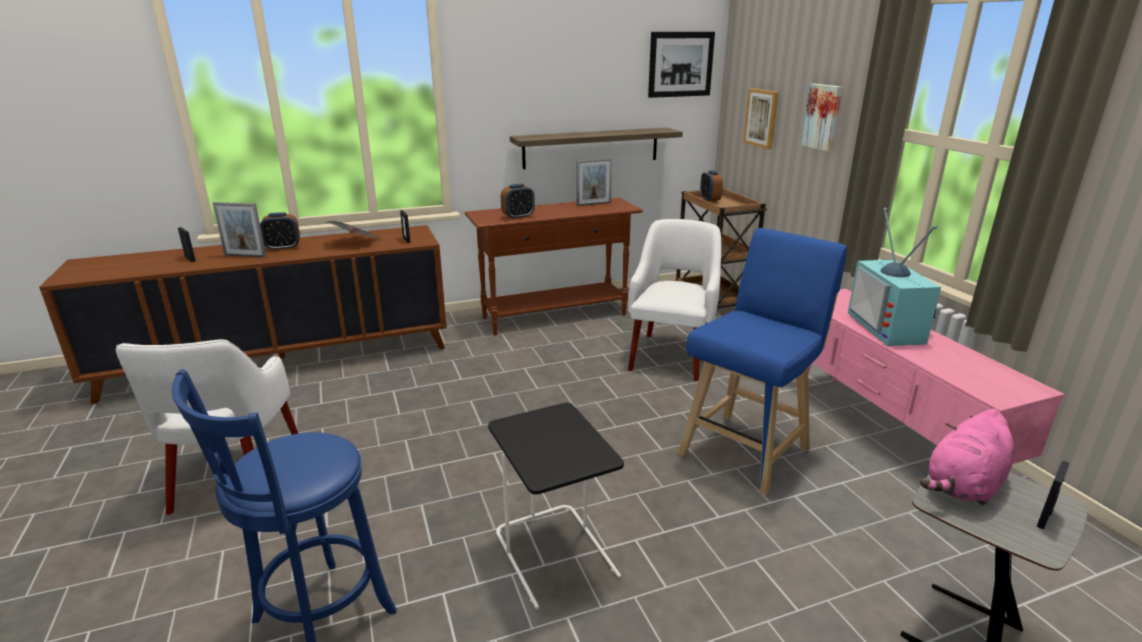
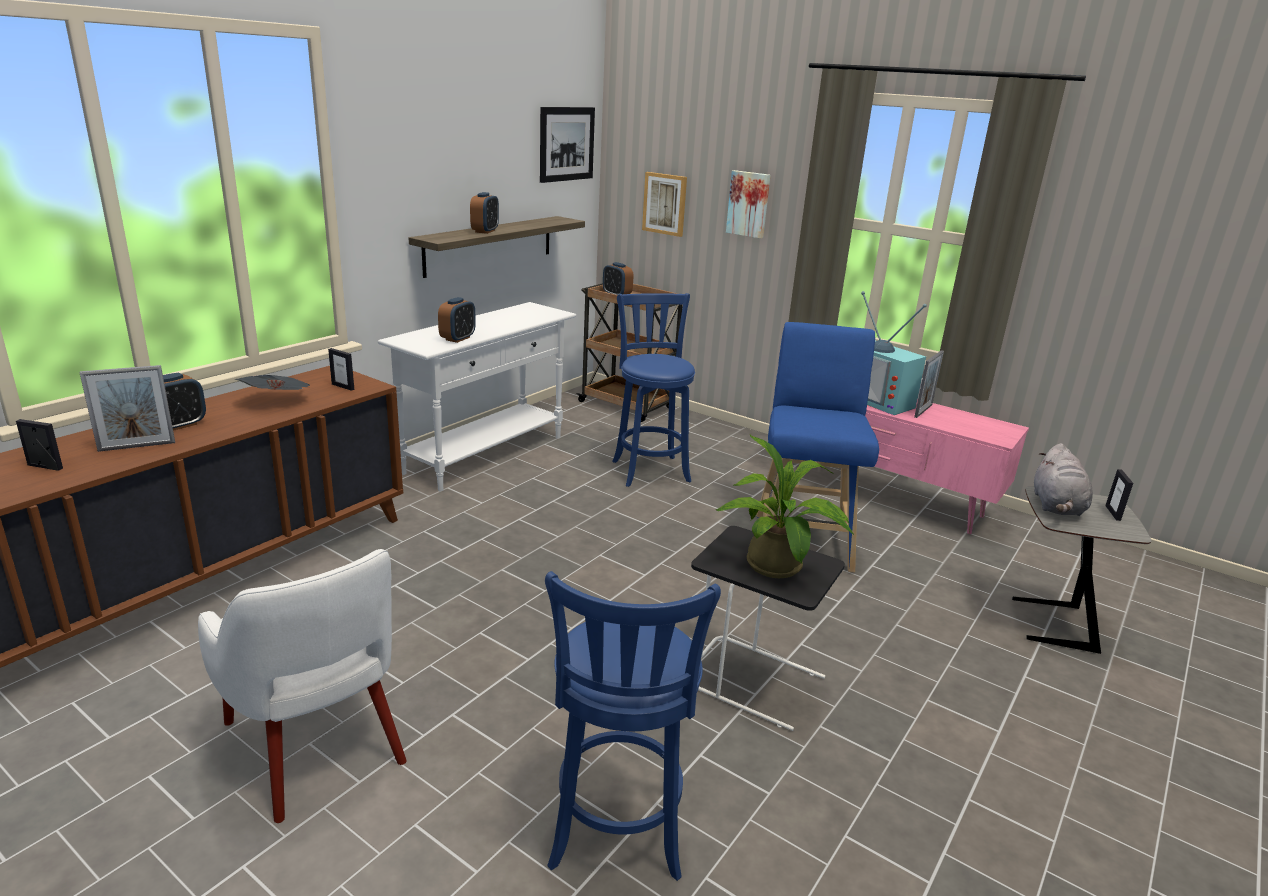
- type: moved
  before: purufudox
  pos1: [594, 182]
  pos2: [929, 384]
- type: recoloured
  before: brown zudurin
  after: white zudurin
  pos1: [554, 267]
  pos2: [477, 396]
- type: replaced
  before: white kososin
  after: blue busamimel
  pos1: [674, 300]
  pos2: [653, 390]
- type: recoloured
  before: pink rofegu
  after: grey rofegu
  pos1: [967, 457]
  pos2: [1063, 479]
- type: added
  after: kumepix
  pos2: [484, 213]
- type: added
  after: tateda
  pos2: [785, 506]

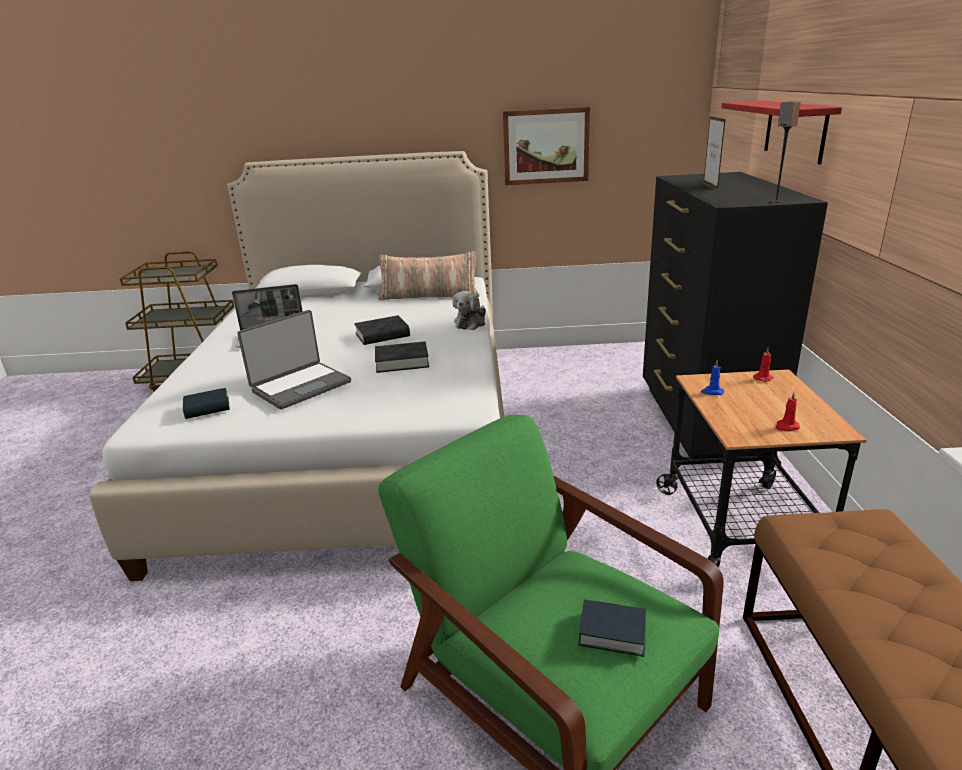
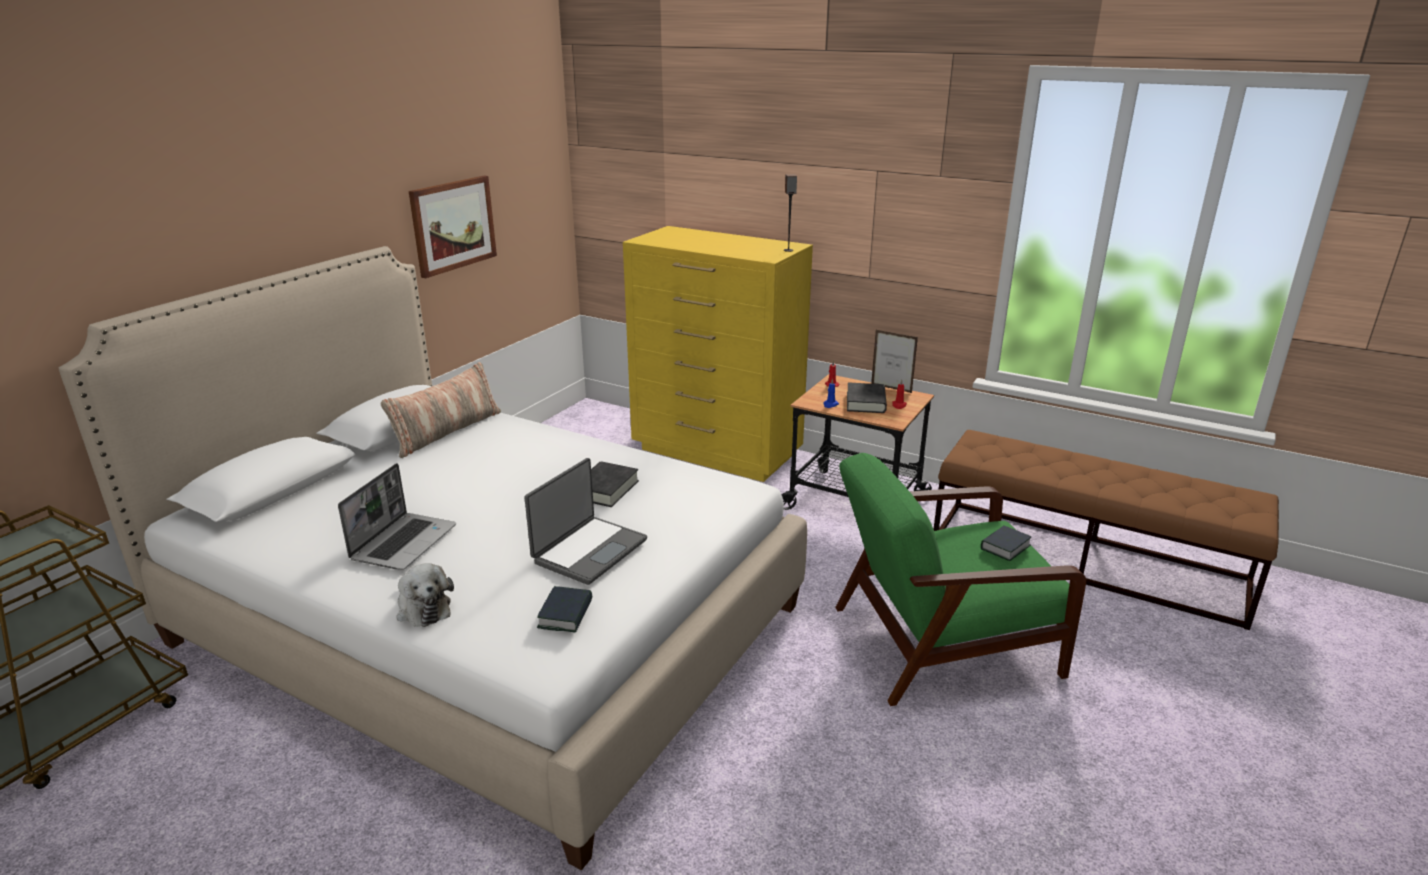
- type: removed
  before: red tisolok
  pos1: [781, 133]
- type: moved
  before: purufudox
  pos1: [714, 152]
  pos2: [894, 361]
- type: recoloured
  before: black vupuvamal
  after: yellow vupuvamal
  pos1: [735, 315]
  pos2: [718, 354]
- type: moved
  before: rofegu
  pos1: [469, 310]
  pos2: [425, 595]
- type: turned
  before: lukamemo
  pos1: [294, 360]
  pos2: [585, 521]
  turn: 45
- type: moved
  before: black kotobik
  pos1: [382, 330]
  pos2: [867, 397]

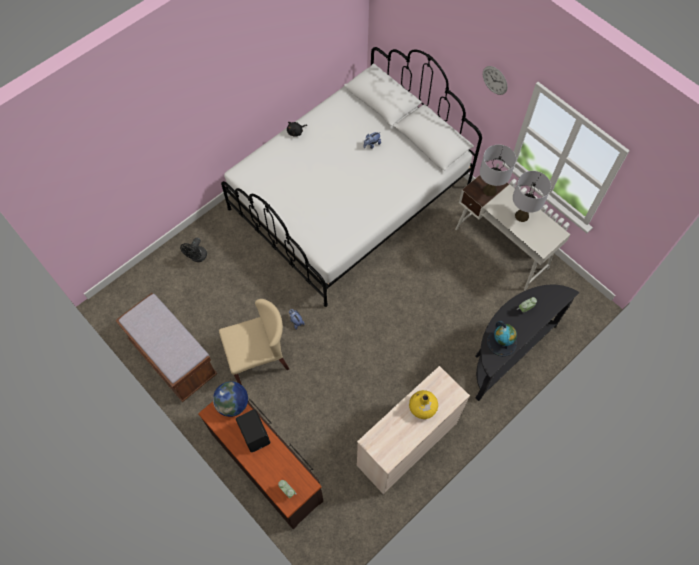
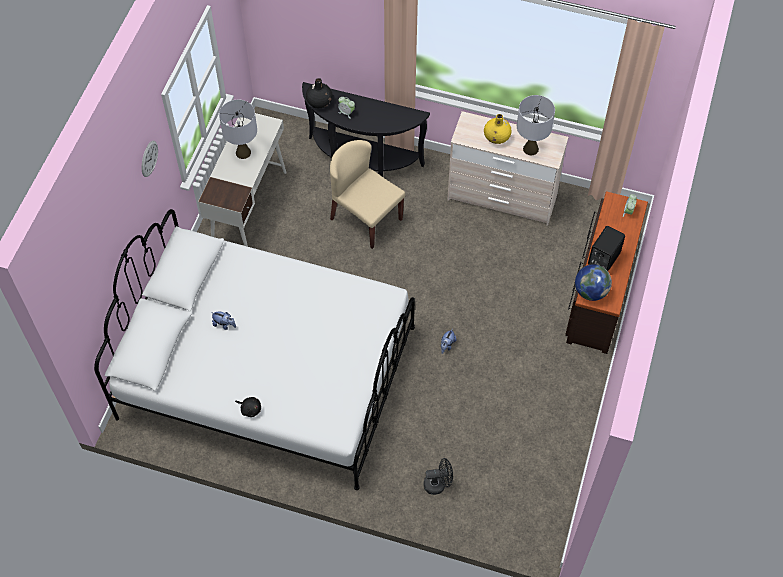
- type: moved
  before: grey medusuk
  pos1: [498, 170]
  pos2: [536, 125]
- type: removed
  before: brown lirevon
  pos1: [166, 347]
- type: moved
  before: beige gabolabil
  pos1: [254, 342]
  pos2: [367, 194]
- type: removed
  before: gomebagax
  pos1: [502, 339]
- type: added
  after: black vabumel
  pos2: [319, 93]

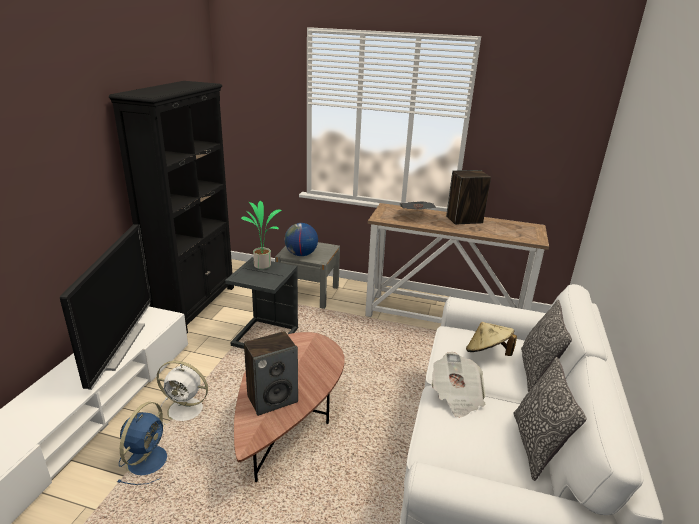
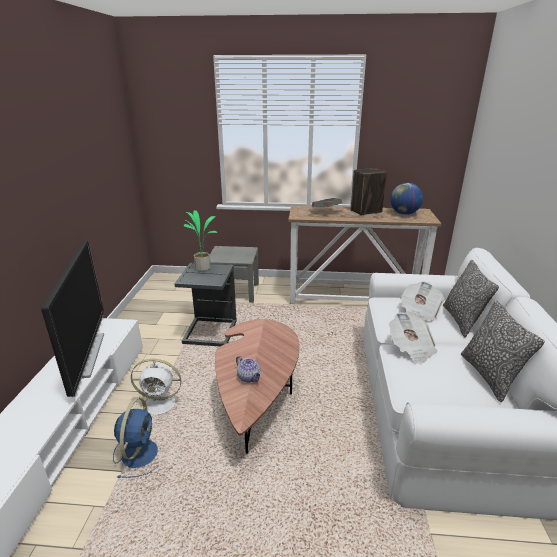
- type: removed
  before: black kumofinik
  pos1: [171, 207]
- type: moved
  before: gomebagax
  pos1: [301, 239]
  pos2: [406, 199]
- type: replaced
  before: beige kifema
  after: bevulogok
  pos1: [491, 339]
  pos2: [422, 301]
- type: replaced
  before: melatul
  after: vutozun
  pos1: [271, 373]
  pos2: [249, 369]

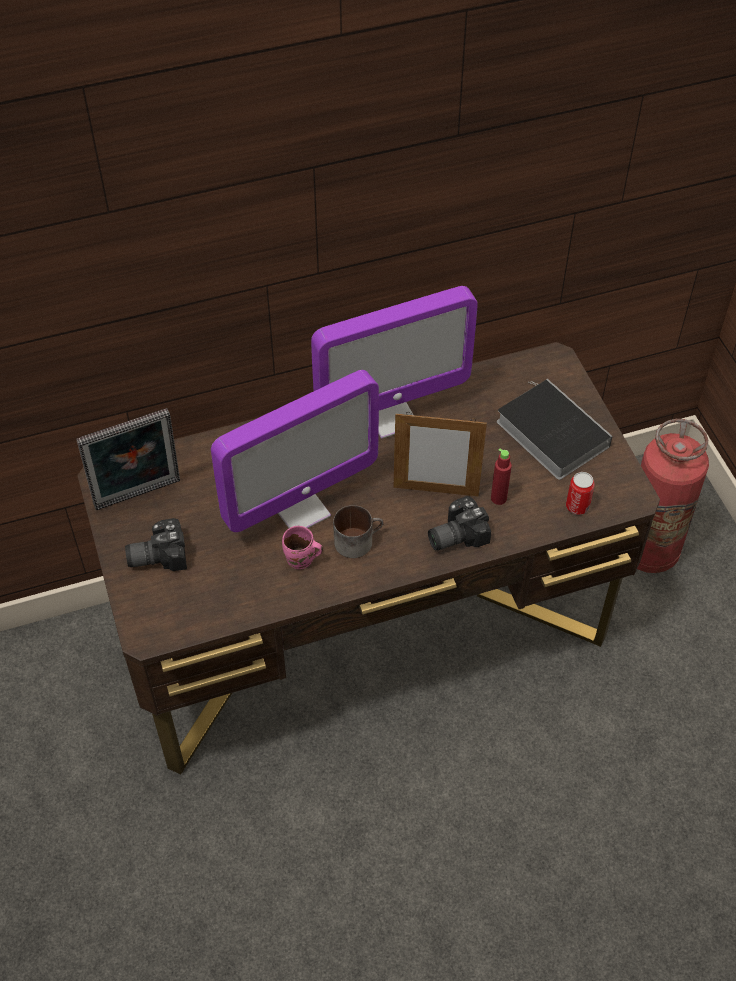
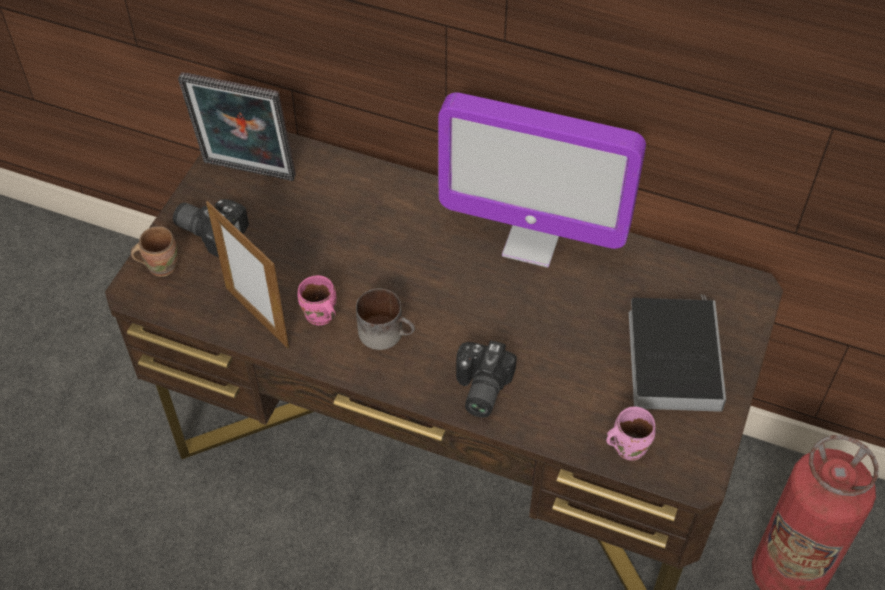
- type: removed
  before: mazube
  pos1: [295, 451]
- type: moved
  before: purufudox
  pos1: [440, 454]
  pos2: [247, 275]
- type: removed
  before: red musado
  pos1: [501, 476]
- type: replaced
  before: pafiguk
  after: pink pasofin
  pos1: [580, 493]
  pos2: [630, 433]
- type: turned
  before: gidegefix
  pos1: [459, 523]
  pos2: [486, 379]
  turn: -90
- type: added
  after: brown pasofin
  pos2: [154, 251]

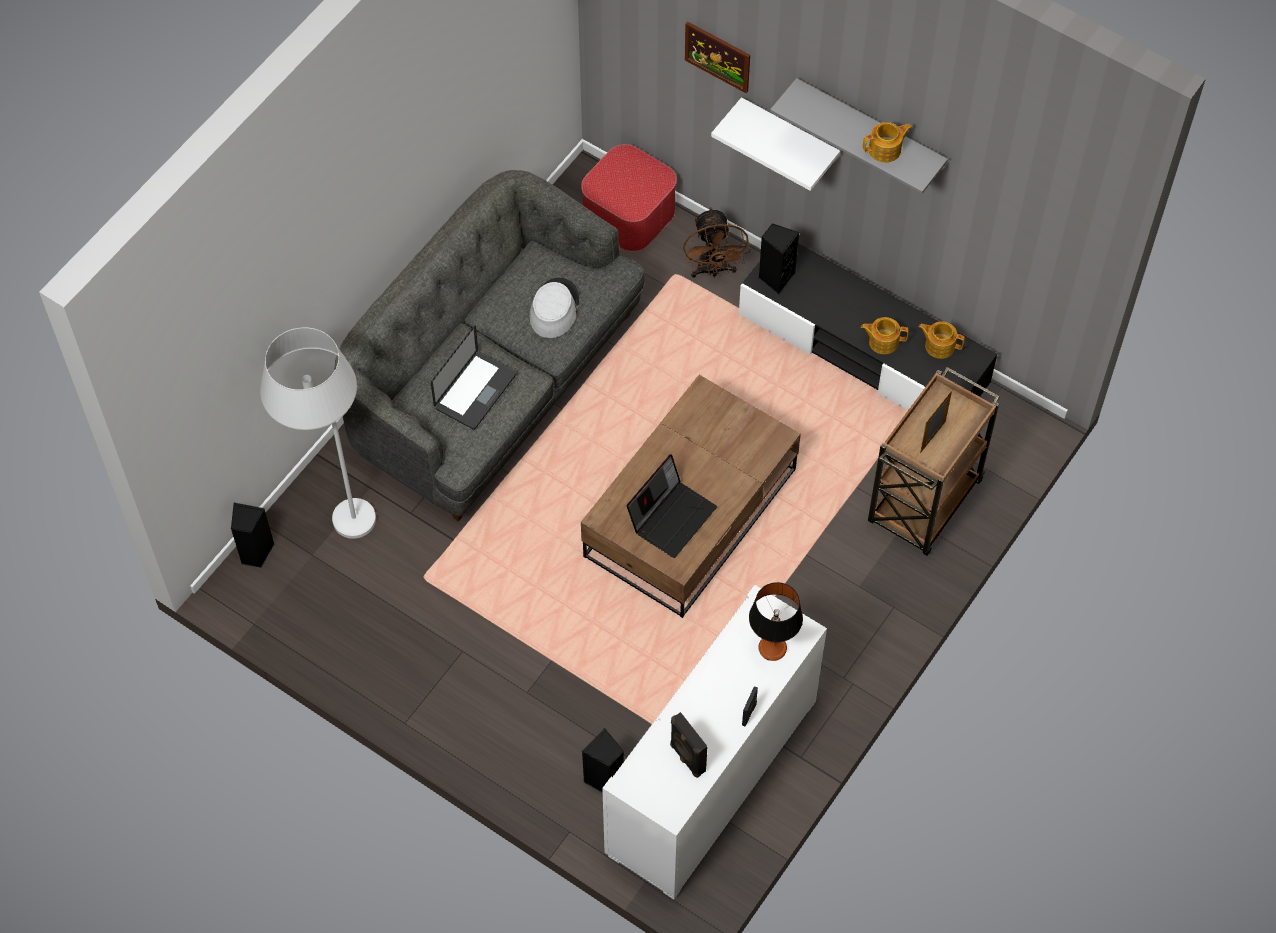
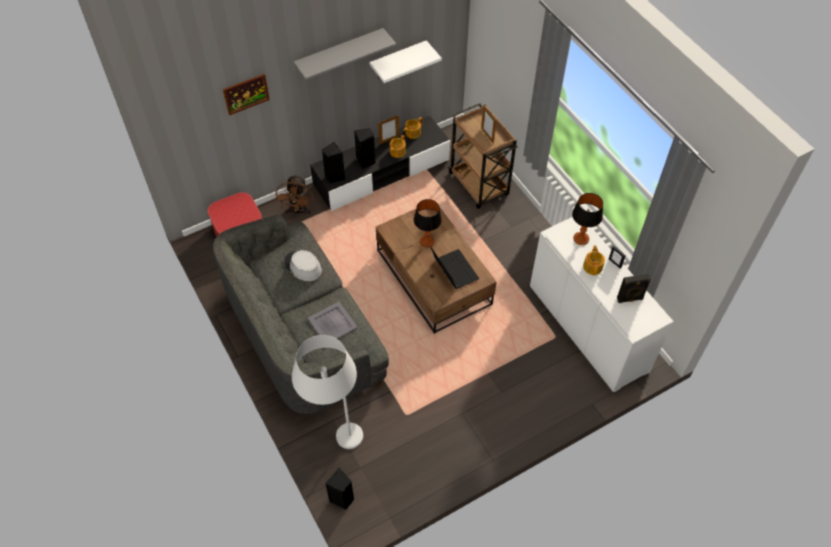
- type: moved
  before: white tisolok
  pos1: [775, 144]
  pos2: [405, 61]
- type: moved
  before: vutozun
  pos1: [887, 142]
  pos2: [594, 260]
- type: turned
  before: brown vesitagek
  pos1: [716, 242]
  pos2: [294, 195]
  turn: 75
- type: replaced
  before: lukamemo
  after: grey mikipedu
  pos1: [474, 377]
  pos2: [333, 320]
- type: moved
  before: black melatul
  pos1: [603, 760]
  pos2: [364, 148]
- type: added
  after: purufudox
  pos2: [388, 129]
- type: added
  after: medusuk
  pos2: [428, 223]

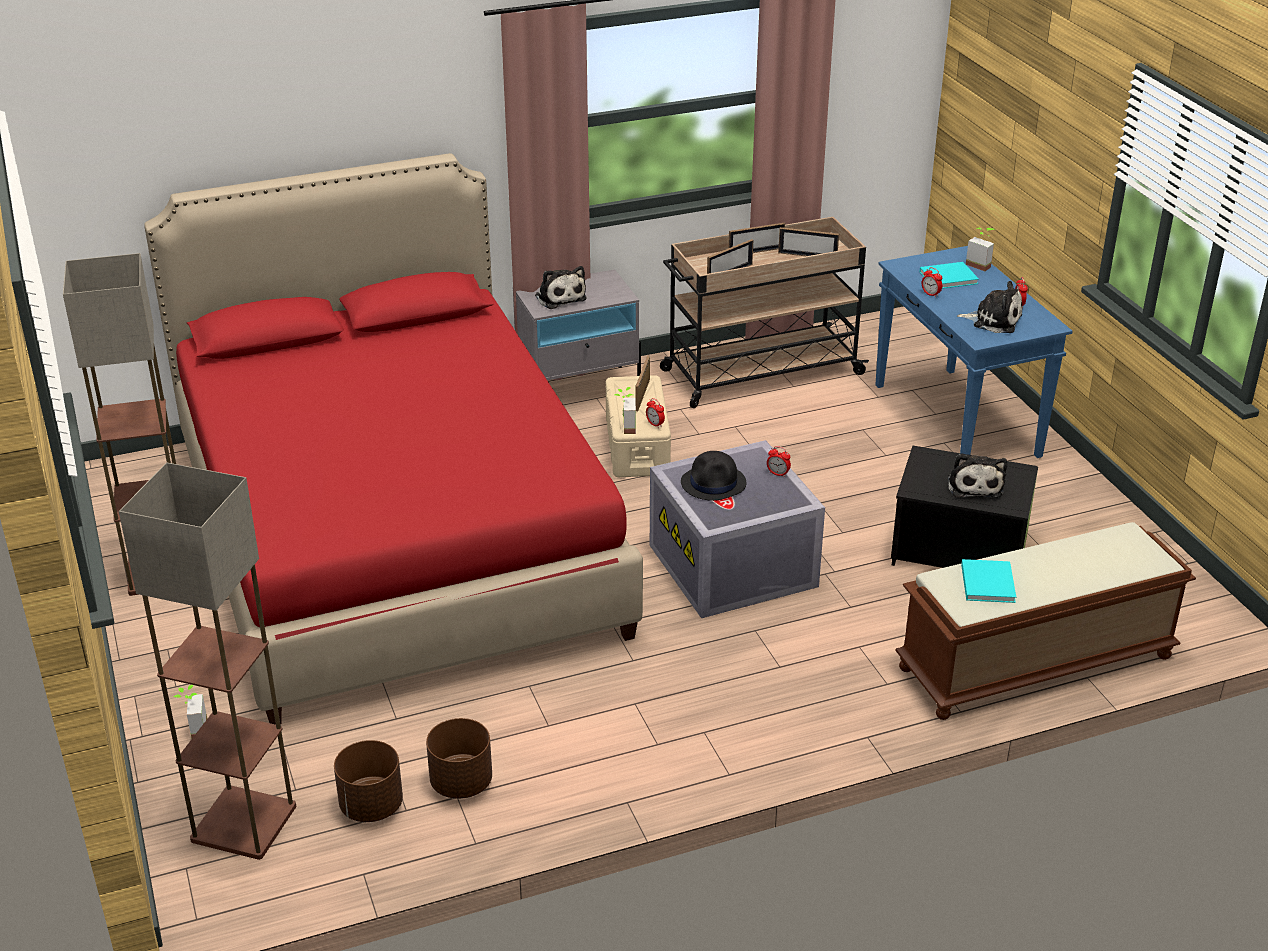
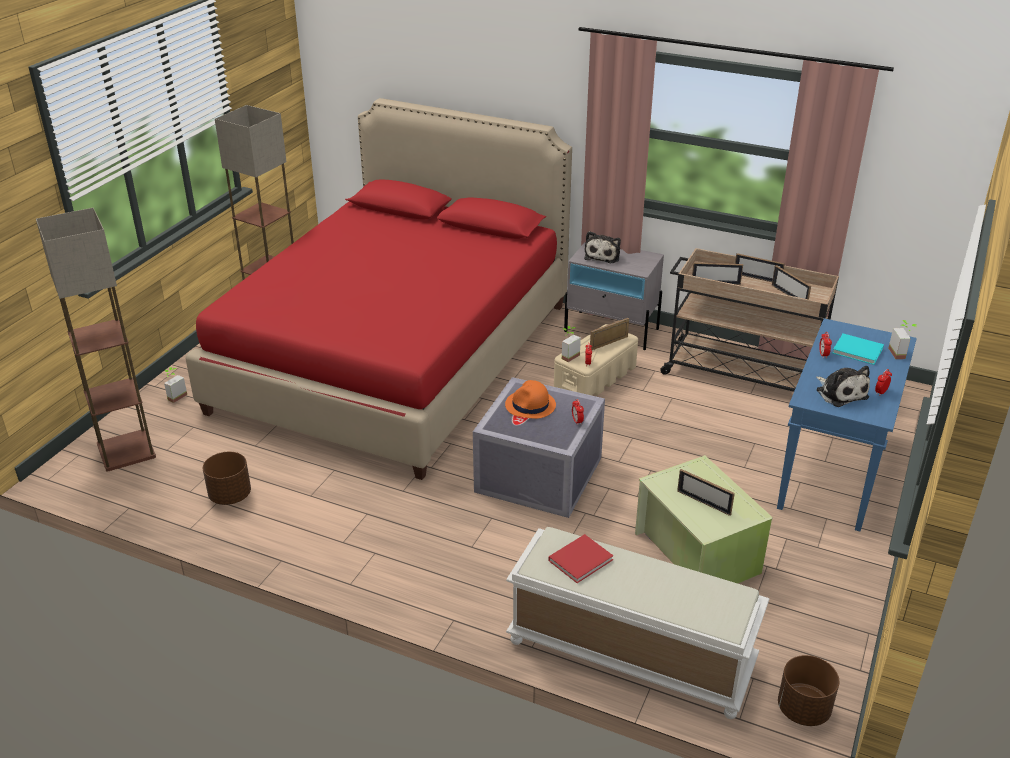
- type: recoloured
  before: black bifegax
  after: green bifegax
  pos1: [964, 507]
  pos2: [704, 519]
- type: recoloured
  before: black kifema
  after: orange kifema
  pos1: [713, 476]
  pos2: [530, 399]
- type: replaced
  before: rofegu
  after: purufudox
  pos1: [977, 476]
  pos2: [706, 492]
- type: recoloured
  before: brown lirevon
  after: white lirevon
  pos1: [1045, 621]
  pos2: [637, 623]
- type: recoloured
  before: turquoise kotobik
  after: red kotobik
  pos1: [988, 581]
  pos2: [581, 558]
- type: moved
  before: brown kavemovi
  pos1: [368, 781]
  pos2: [808, 690]

